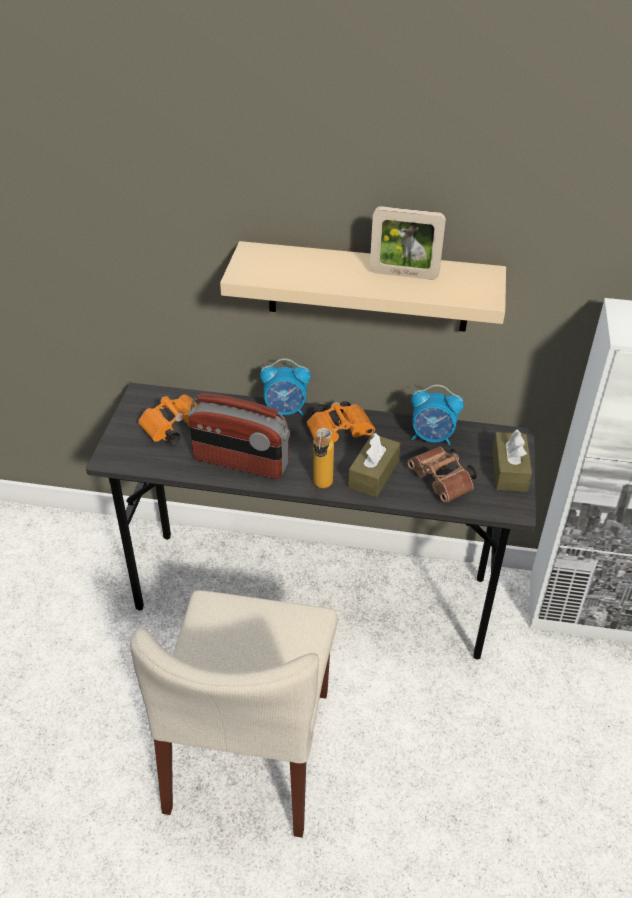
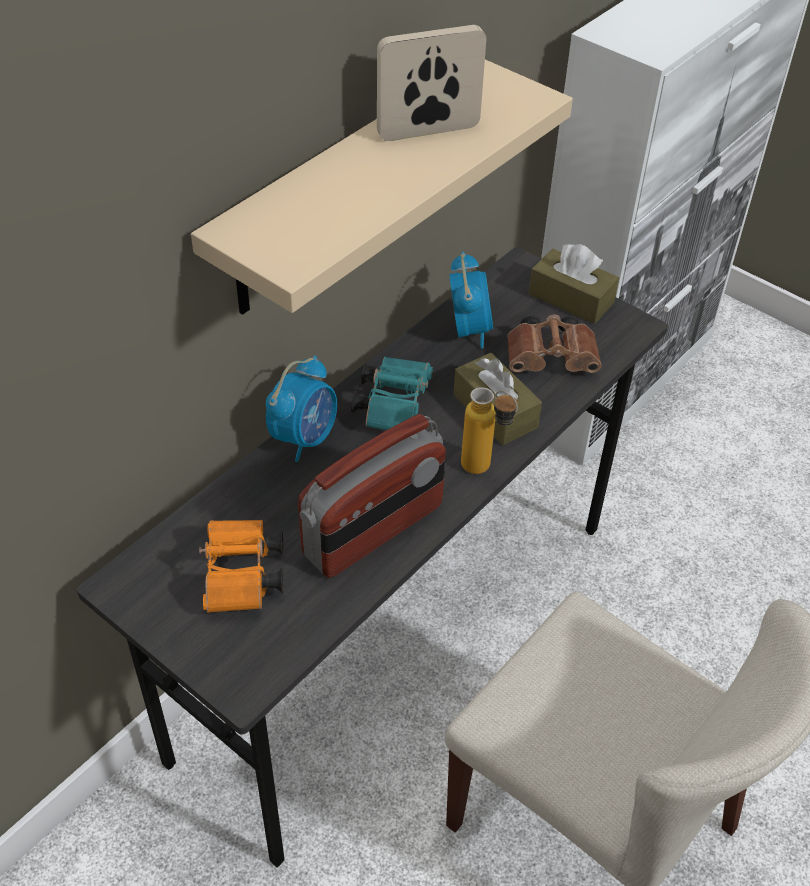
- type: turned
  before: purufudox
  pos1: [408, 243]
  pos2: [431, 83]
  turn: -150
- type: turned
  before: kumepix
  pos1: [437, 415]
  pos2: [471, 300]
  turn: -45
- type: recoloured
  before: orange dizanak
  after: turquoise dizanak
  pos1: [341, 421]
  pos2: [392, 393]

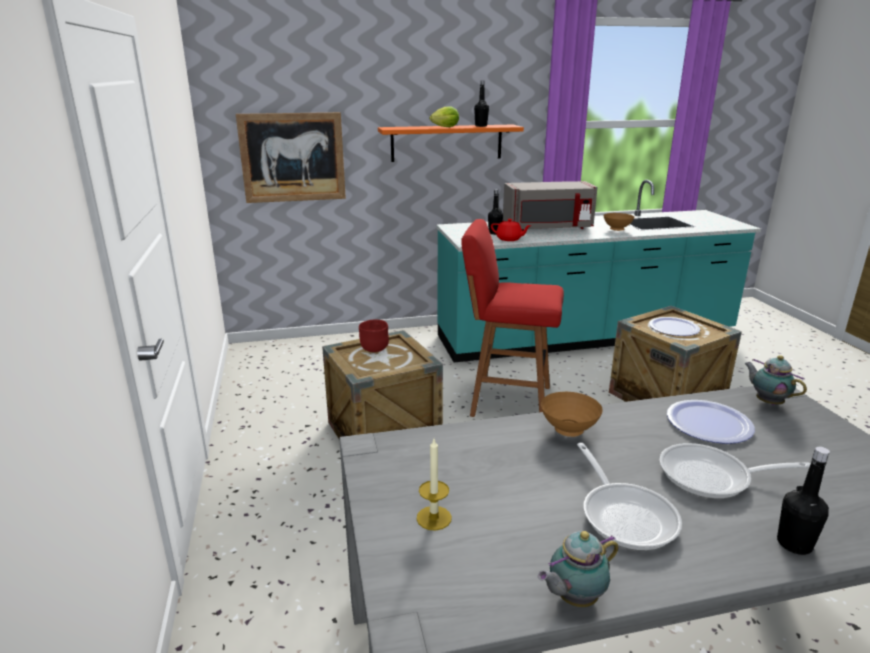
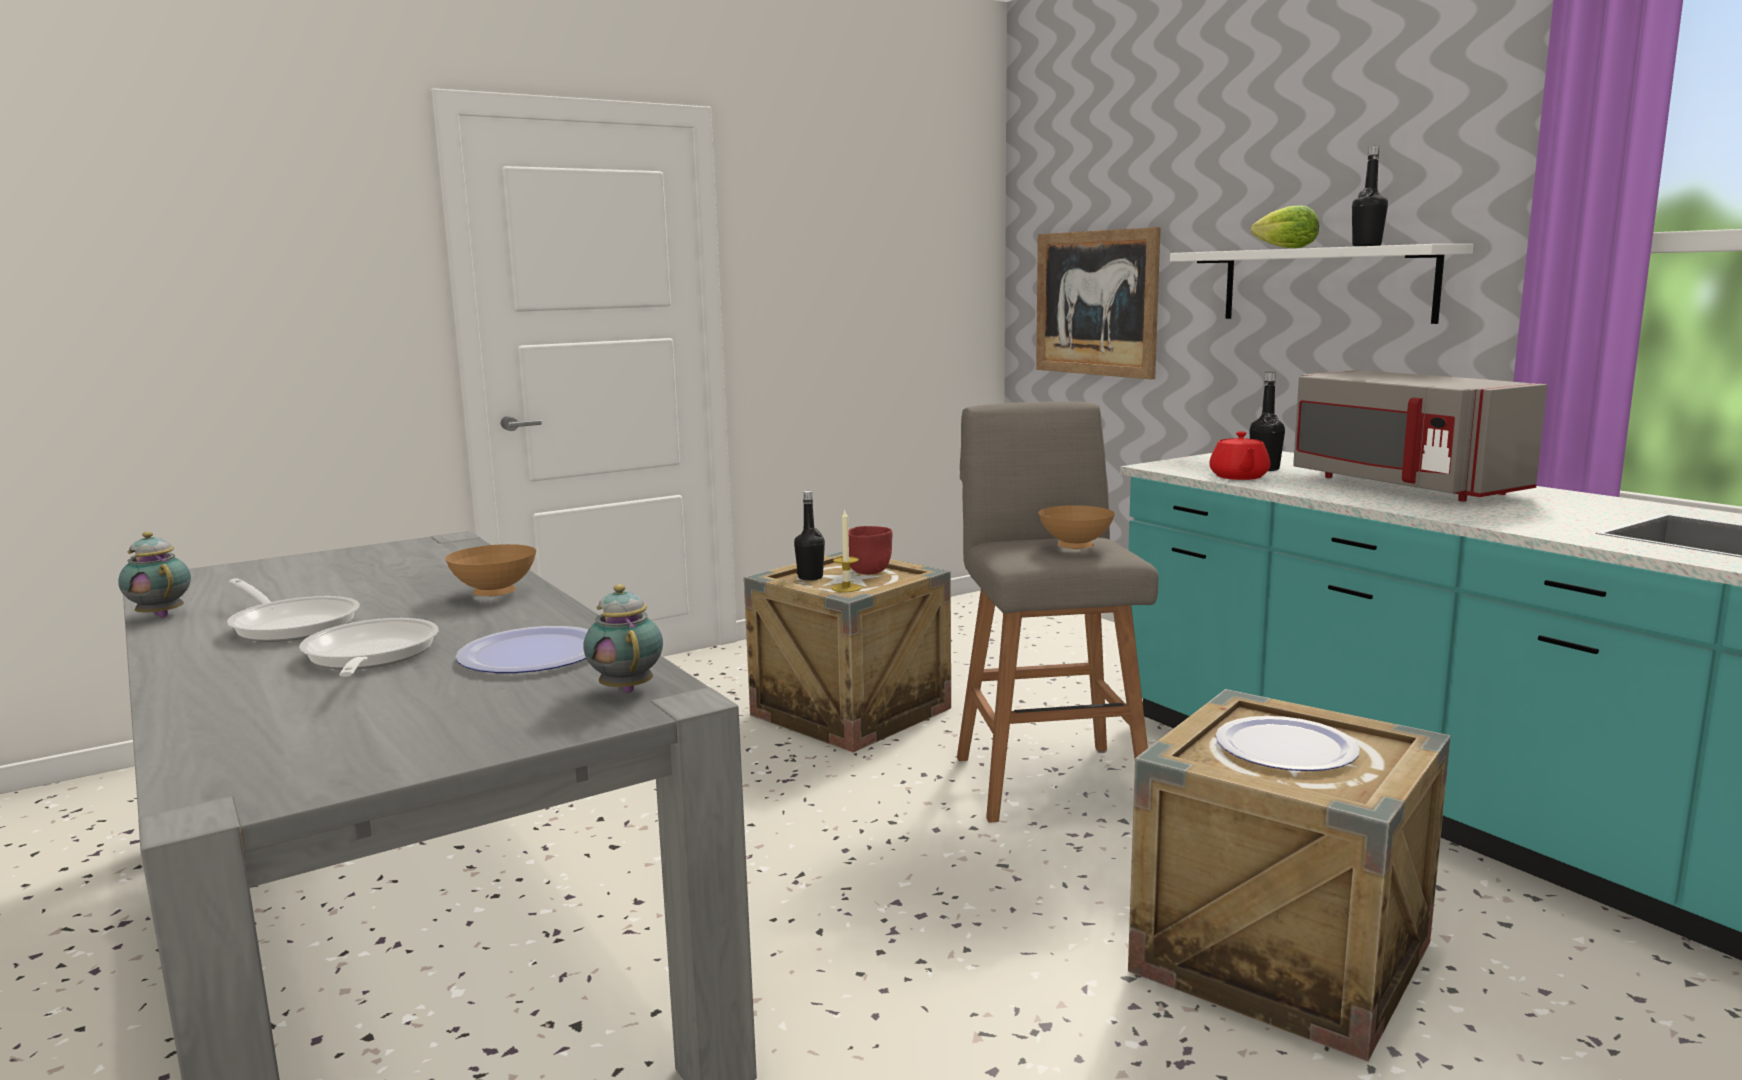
- type: recoloured
  before: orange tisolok
  after: white tisolok
  pos1: [451, 143]
  pos2: [1321, 284]
- type: moved
  before: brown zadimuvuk
  pos1: [618, 222]
  pos2: [1077, 527]
- type: recoloured
  before: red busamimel
  after: grey busamimel
  pos1: [512, 318]
  pos2: [1058, 612]
- type: turned
  before: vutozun
  pos1: [775, 380]
  pos2: [623, 638]
  turn: -60
- type: moved
  before: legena
  pos1: [434, 485]
  pos2: [847, 550]
- type: turned
  before: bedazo
  pos1: [629, 497]
  pos2: [293, 610]
  turn: -105
- type: moved
  before: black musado
  pos1: [803, 500]
  pos2: [809, 536]

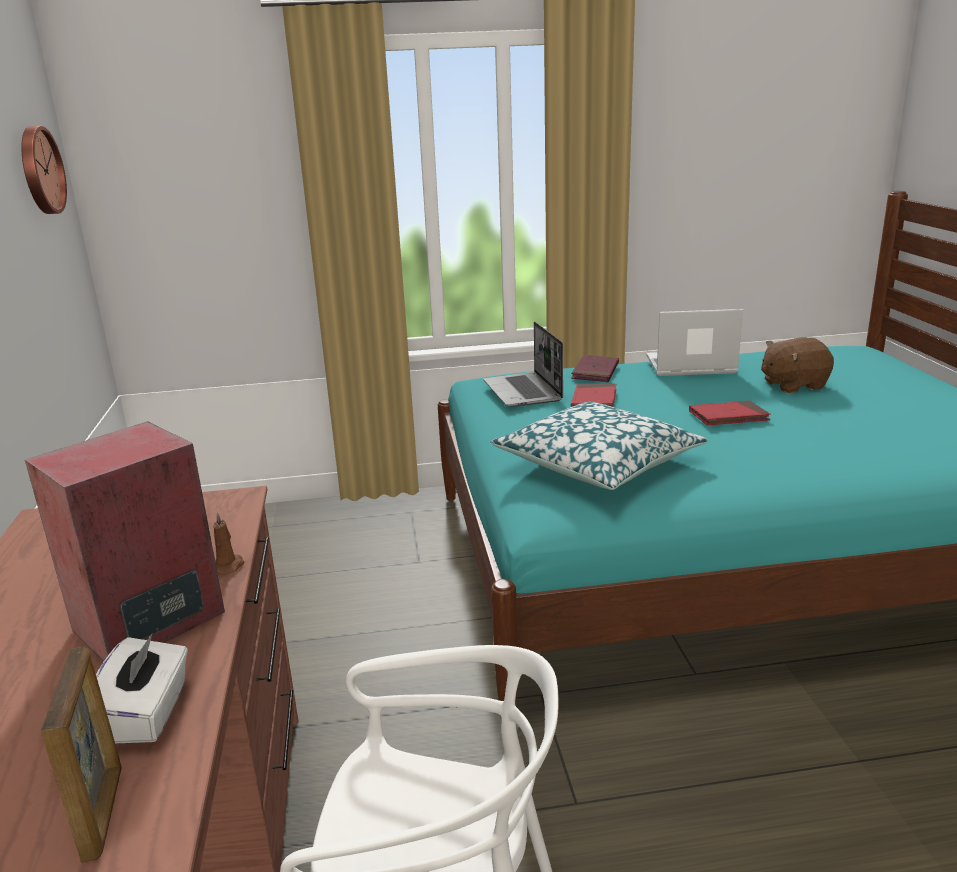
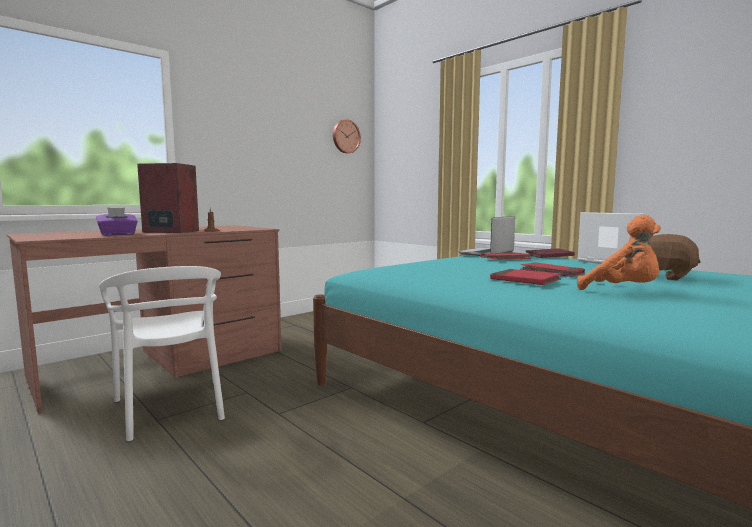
- type: removed
  before: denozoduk
  pos1: [599, 446]
- type: recoloured
  before: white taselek
  after: purple taselek
  pos1: [142, 688]
  pos2: [117, 222]
- type: removed
  before: purufudox
  pos1: [81, 755]
- type: added
  after: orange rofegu
  pos2: [619, 252]
- type: added
  after: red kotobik
  pos2: [525, 277]

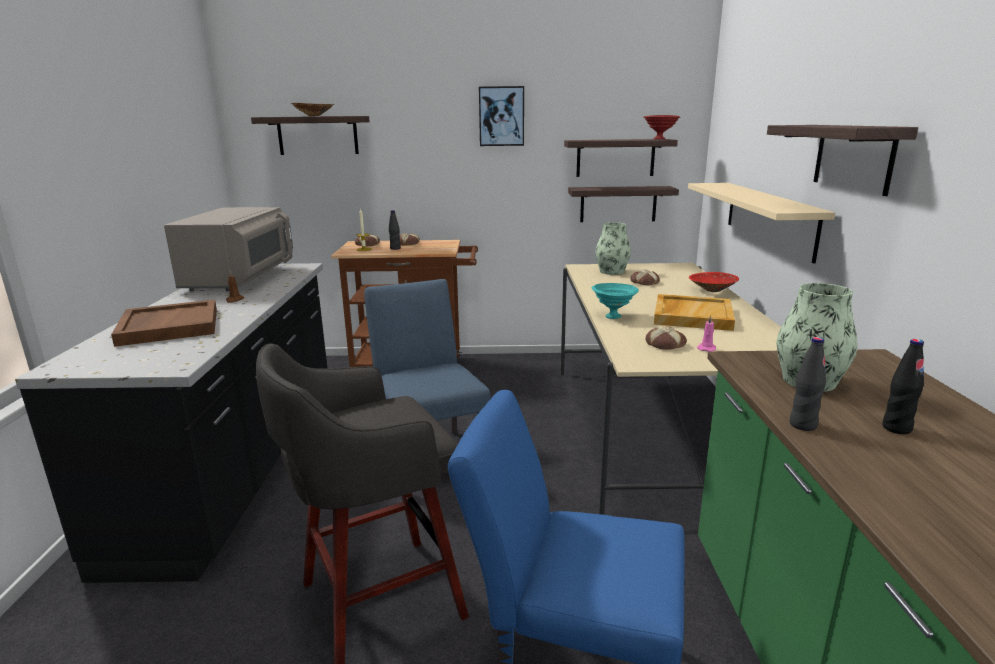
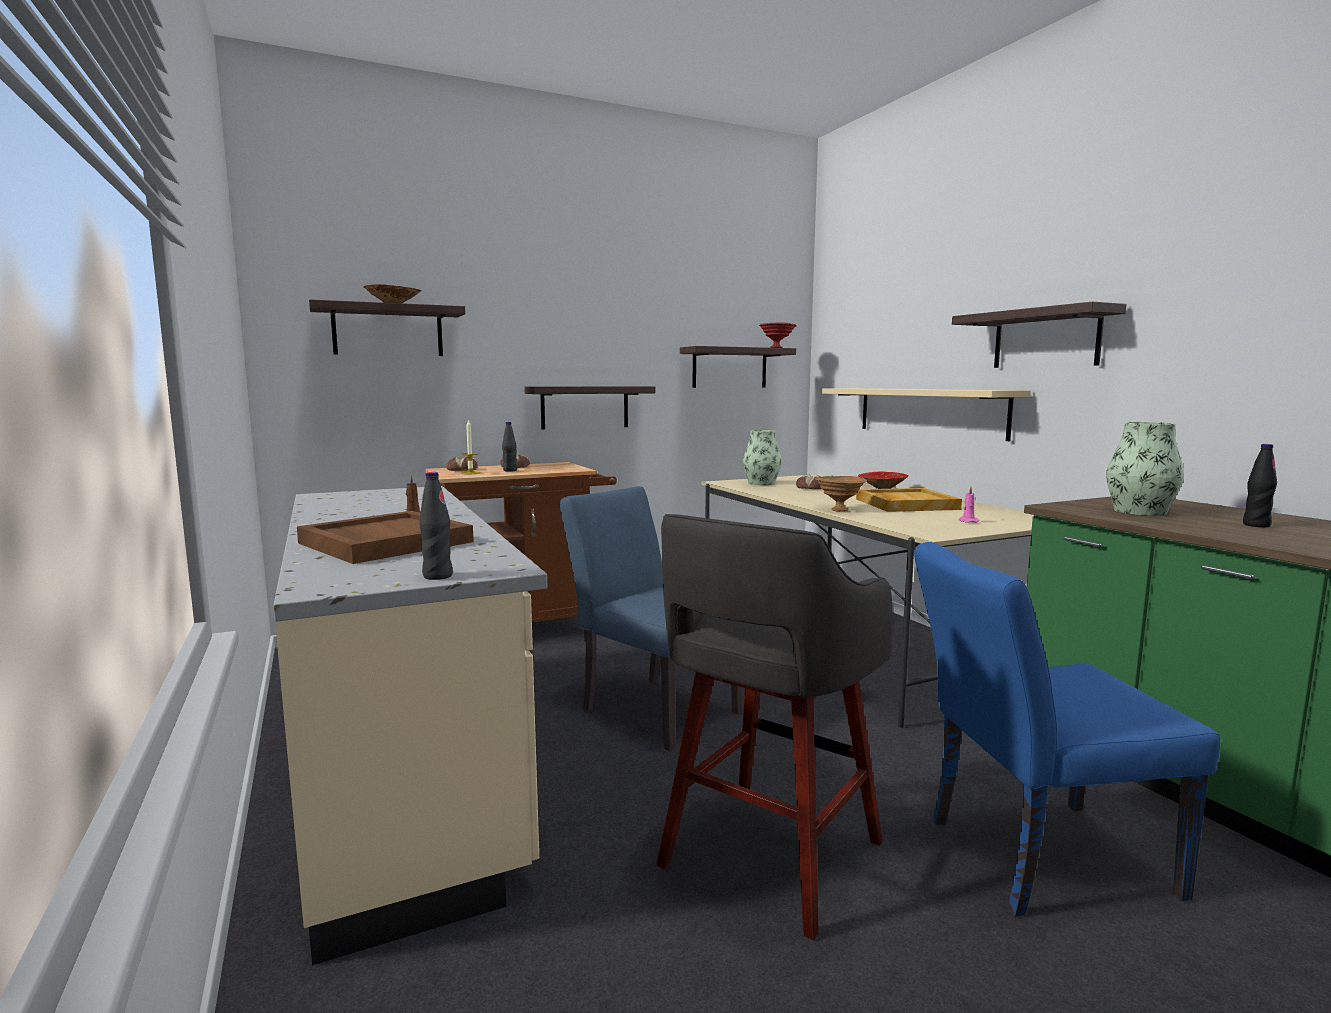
- type: removed
  before: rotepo
  pos1: [501, 116]
- type: moved
  before: tisolok
  pos1: [623, 204]
  pos2: [589, 408]
- type: removed
  before: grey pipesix
  pos1: [228, 249]
- type: recoloured
  before: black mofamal
  after: beige mofamal
  pos1: [171, 423]
  pos2: [410, 725]
- type: recoloured
  before: turquoise zadimuvuk
  after: brown zadimuvuk
  pos1: [615, 301]
  pos2: [841, 494]
- type: removed
  before: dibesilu
  pos1: [666, 338]
- type: moved
  before: black musado
  pos1: [808, 384]
  pos2: [436, 526]

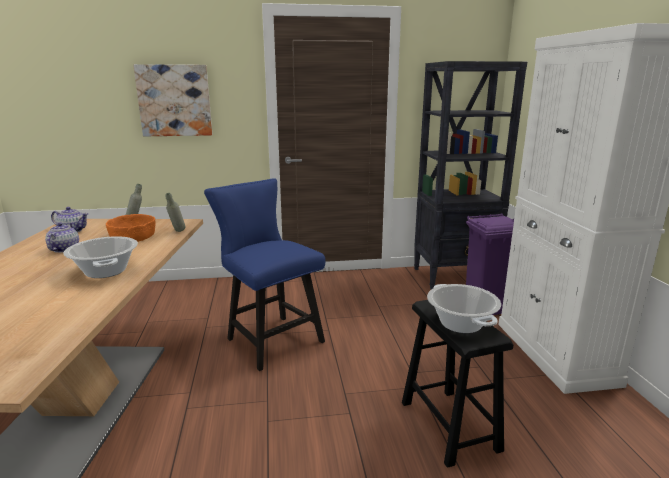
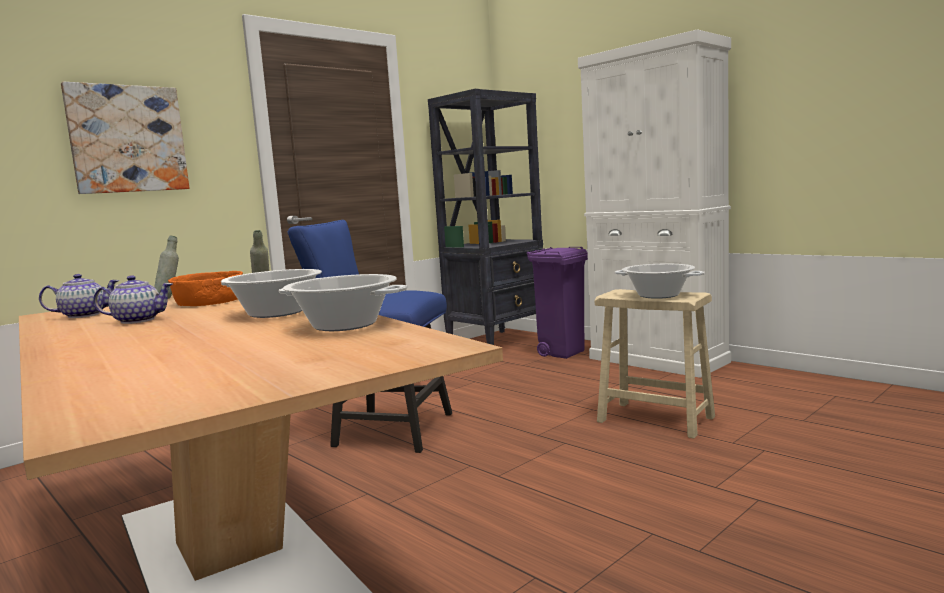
- type: turned
  before: vutozun
  pos1: [62, 237]
  pos2: [133, 299]
  turn: 120
- type: recoloured
  before: black busamimel
  after: beige busamimel
  pos1: [457, 384]
  pos2: [655, 364]
- type: added
  after: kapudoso
  pos2: [343, 302]

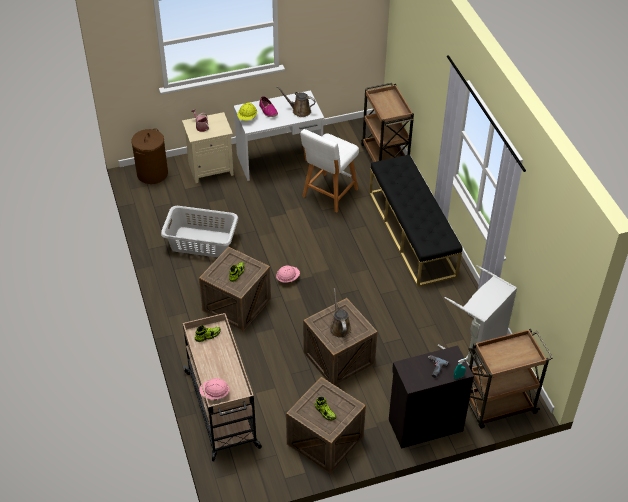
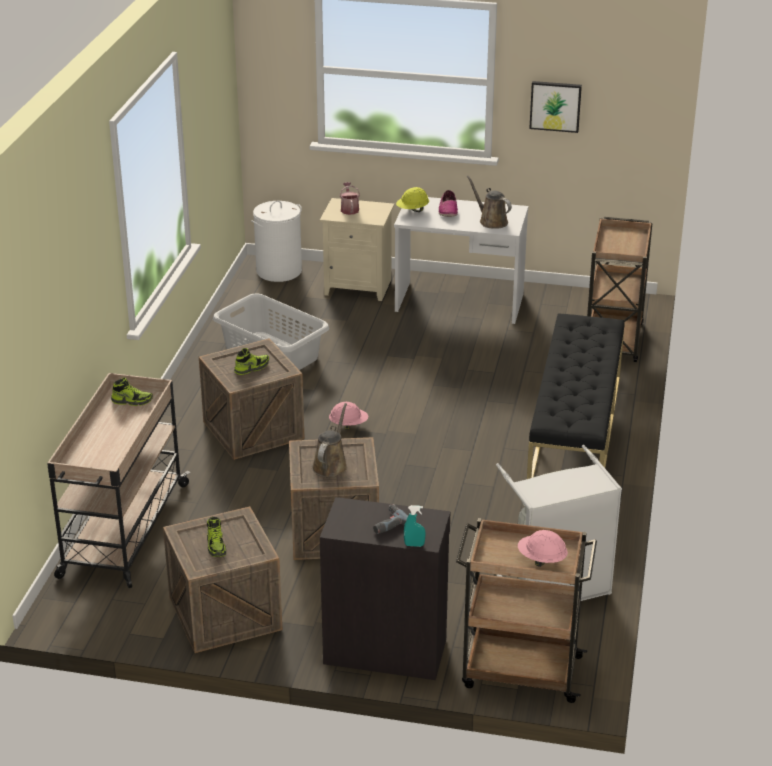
- type: recoloured
  before: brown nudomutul
  after: white nudomutul
  pos1: [149, 156]
  pos2: [276, 241]
- type: removed
  before: white busamimel
  pos1: [329, 171]
- type: moved
  before: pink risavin
  pos1: [214, 389]
  pos2: [543, 548]
- type: added
  after: rotepo
  pos2: [555, 107]

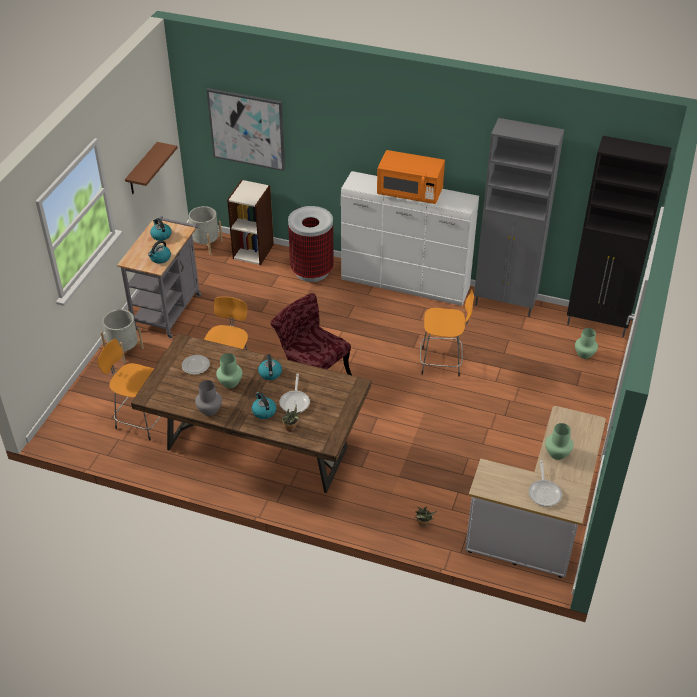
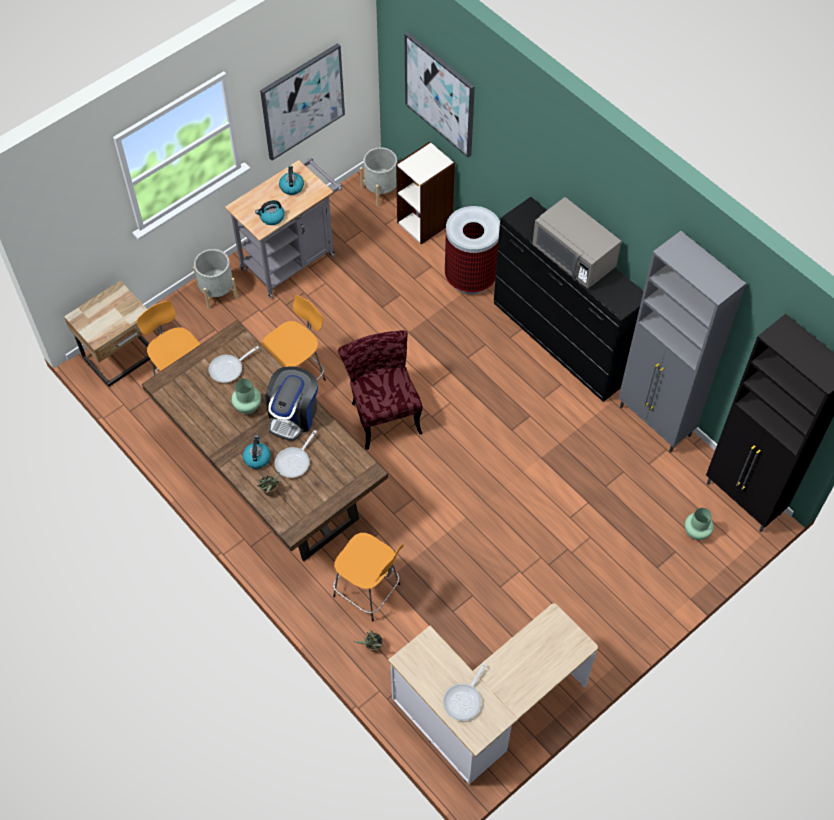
- type: replaced
  before: brown tisolok
  after: rotepo
  pos1: [151, 168]
  pos2: [302, 101]
- type: recoloured
  before: orange pipesix
  after: grey pipesix
  pos1: [411, 177]
  pos2: [577, 243]
- type: recoloured
  before: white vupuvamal
  after: black vupuvamal
  pos1: [410, 238]
  pos2: [568, 299]
- type: moved
  before: orange busamimel
  pos1: [447, 332]
  pos2: [368, 577]
- type: replaced
  before: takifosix
  after: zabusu
  pos1: [270, 367]
  pos2: [292, 404]
- type: replaced
  before: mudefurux
  after: bedazo
  pos1: [196, 365]
  pos2: [233, 364]
- type: removed
  before: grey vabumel
  pos1: [208, 398]
- type: removed
  before: green vabumel
  pos1: [559, 441]
- type: added
  after: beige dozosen
  pos2: [107, 334]

